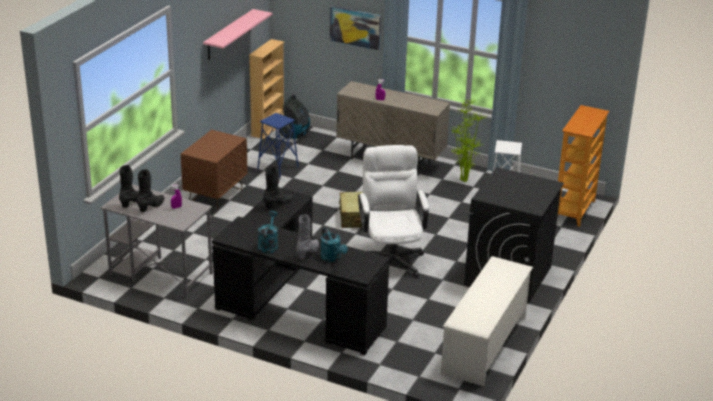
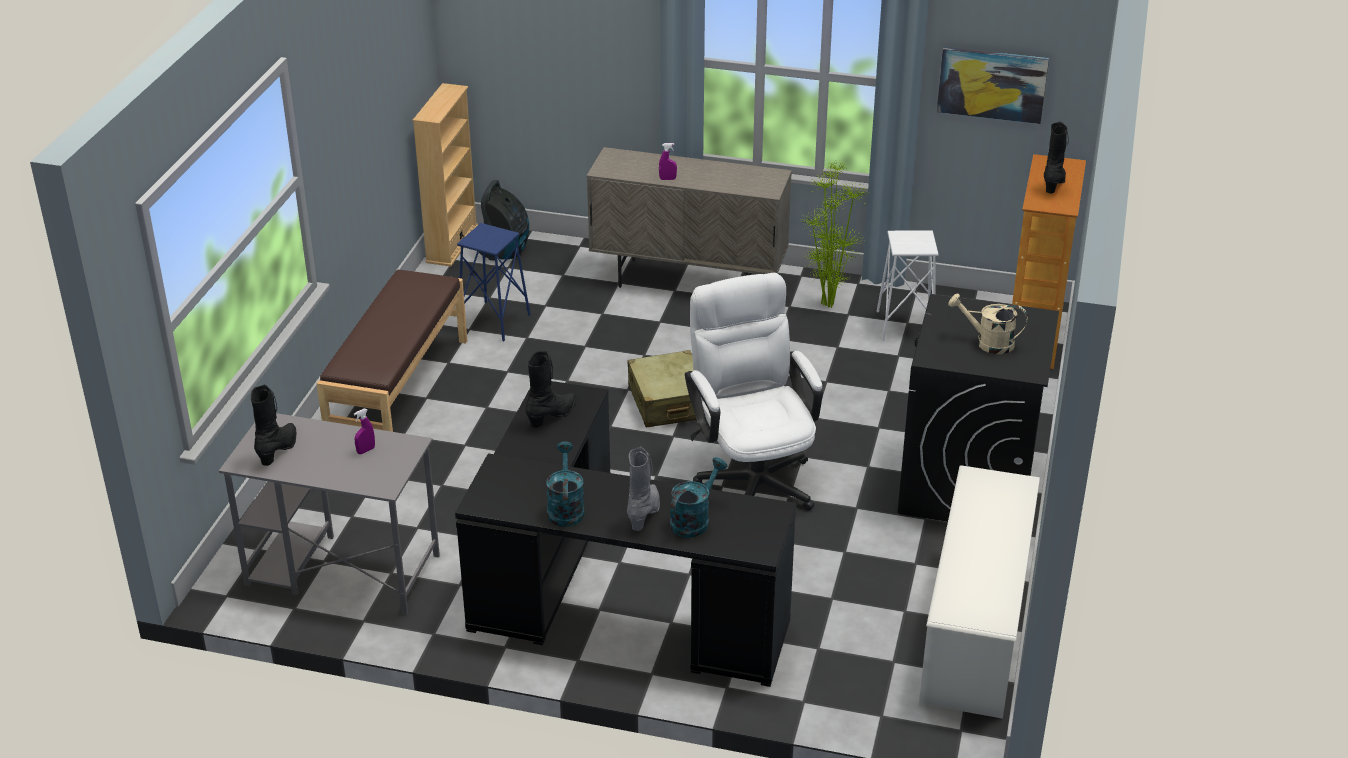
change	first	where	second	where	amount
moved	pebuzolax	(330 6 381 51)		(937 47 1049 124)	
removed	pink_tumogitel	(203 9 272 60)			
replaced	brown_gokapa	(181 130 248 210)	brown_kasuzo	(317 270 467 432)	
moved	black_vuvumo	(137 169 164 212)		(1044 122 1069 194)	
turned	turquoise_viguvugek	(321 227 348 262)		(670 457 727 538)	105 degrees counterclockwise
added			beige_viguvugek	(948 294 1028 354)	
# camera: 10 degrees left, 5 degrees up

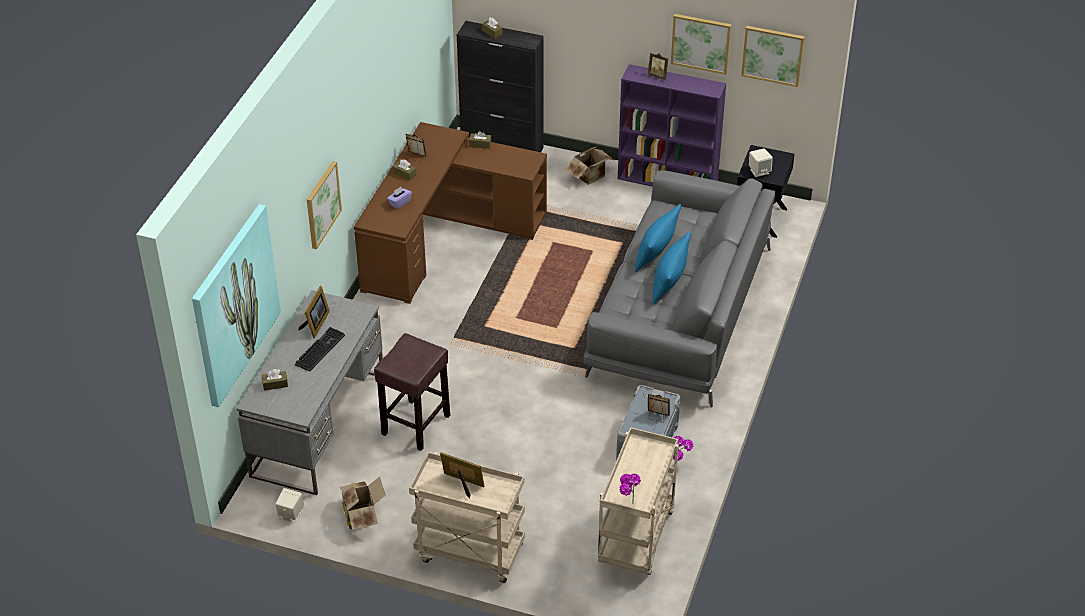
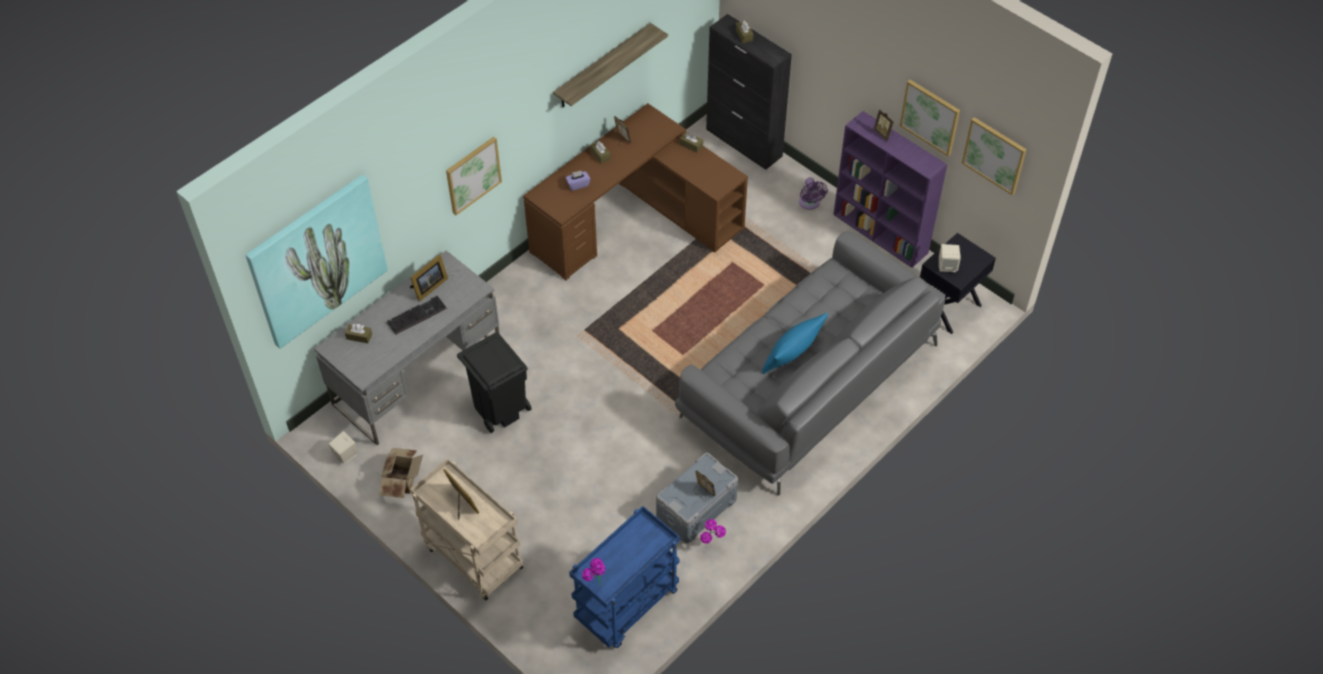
change	first	where	second	where	amount
replaced	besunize	(565 146 614 185)	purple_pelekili	(799 177 828 210)	
removed	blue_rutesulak	(635 204 681 272)			
replaced	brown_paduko	(374 333 450 451)	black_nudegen	(457 332 532 433)	
recoloured	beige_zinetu	(598 427 679 575)	blue_zinetu	(569 506 680 648)	
added			tumogitel	(553 23 668 107)	
# camera: 25 degrees right, 10 degrees up

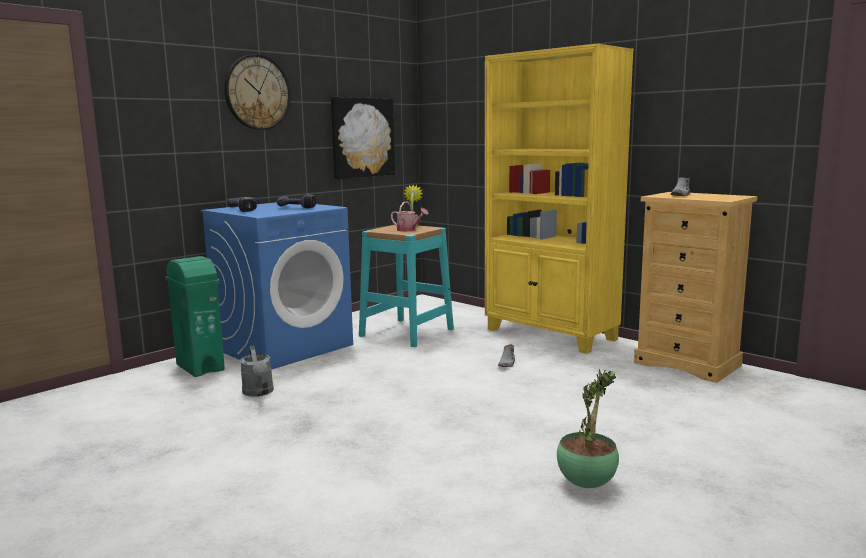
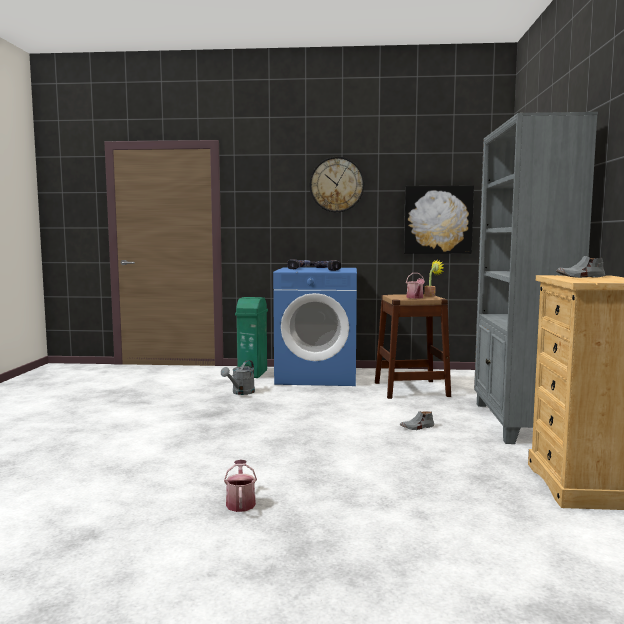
change	first	where	second	where	amount
recoloured	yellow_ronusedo	(485 44 634 354)	grey_ronusedo	(474 112 598 444)	
recoloured	turquoise_paduko	(359 225 454 347)	brown_paduko	(375 294 451 399)	
replaced	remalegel	(557 368 619 488)	viguvugek	(224 460 257 512)	
# camera: 50 degrees right, 5 degrees down

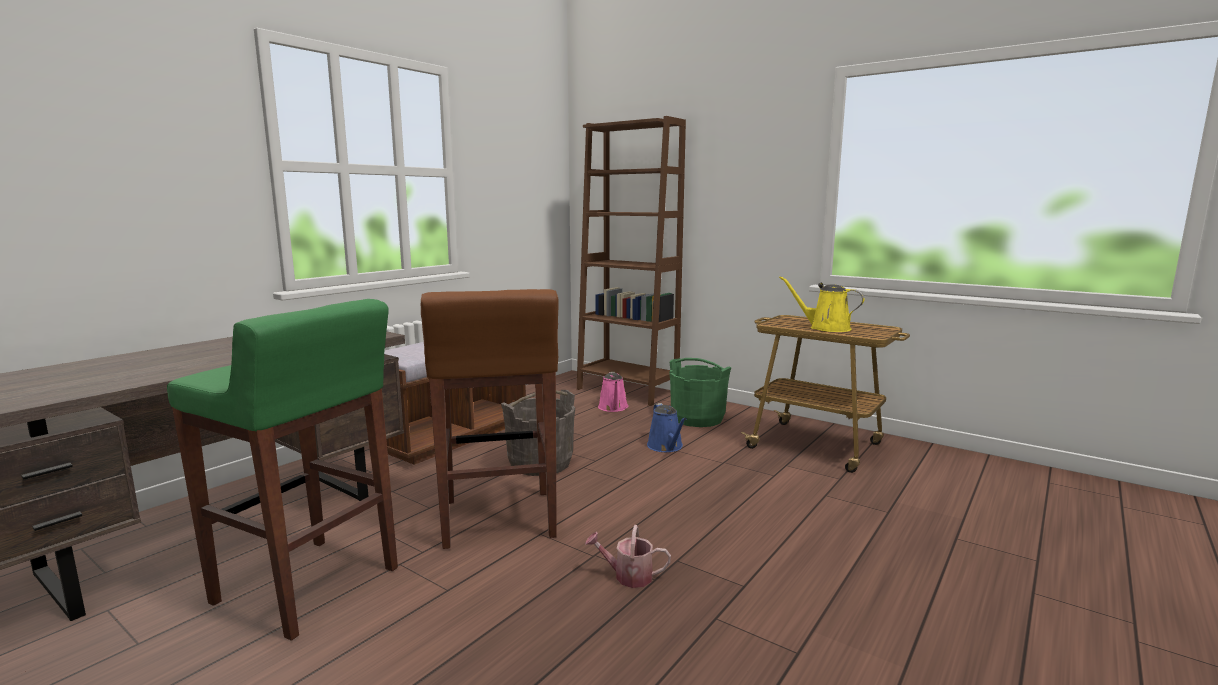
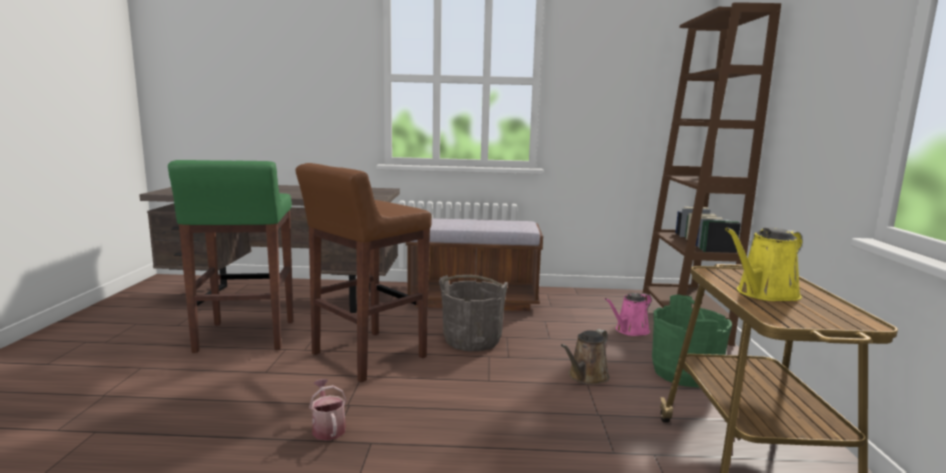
change	first	where	second	where	amount
turned	yellow_viguvugek	(779 276 865 332)		(725 228 803 301)	120 degrees counterclockwise
recoloured	blue_viguvugek	(647 403 686 452)	brown_viguvugek	(561 329 610 385)	
# camera: 55 degrees right, 0 degrees up

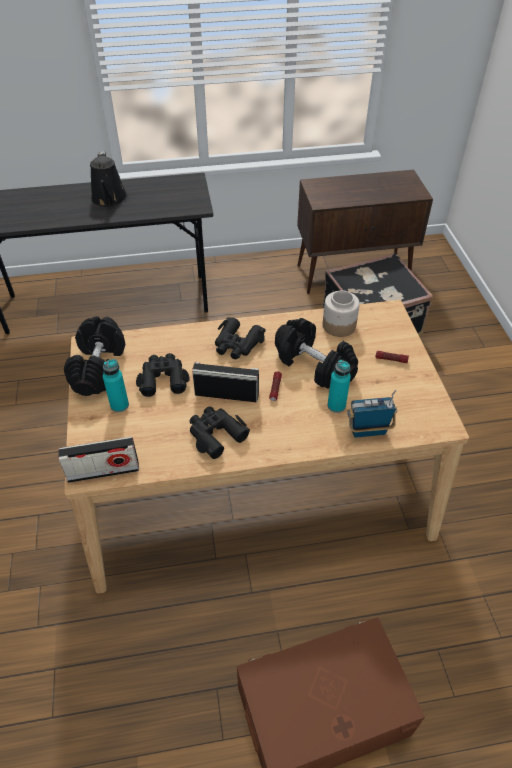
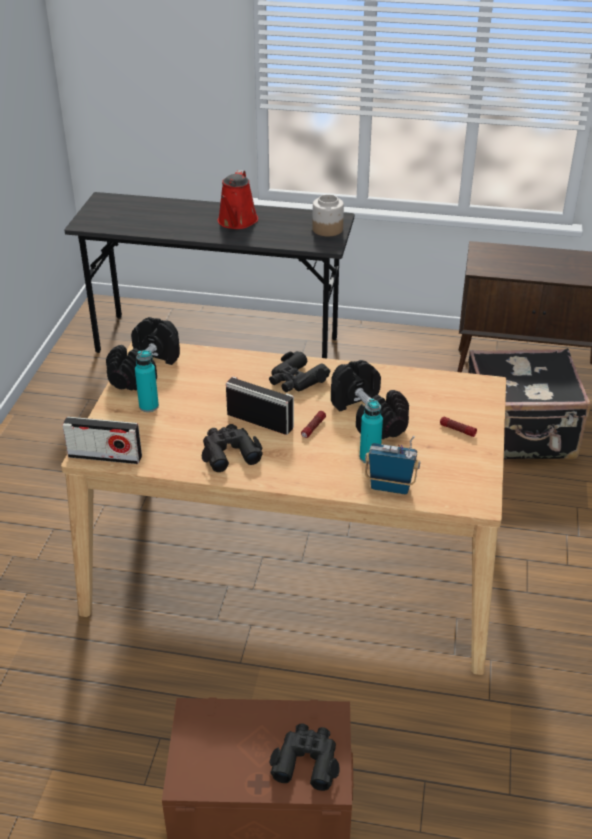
change	first	where	second	where	amount
recoloured	black_viguvugek	(90 151 127 207)	red_viguvugek	(218 170 258 229)	
moved	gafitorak	(323 290 360 337)		(312 194 344 236)	
moved	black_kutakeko	(136 353 190 397)		(270 723 340 791)	
# camera: 20 degrees right, 10 degrees down

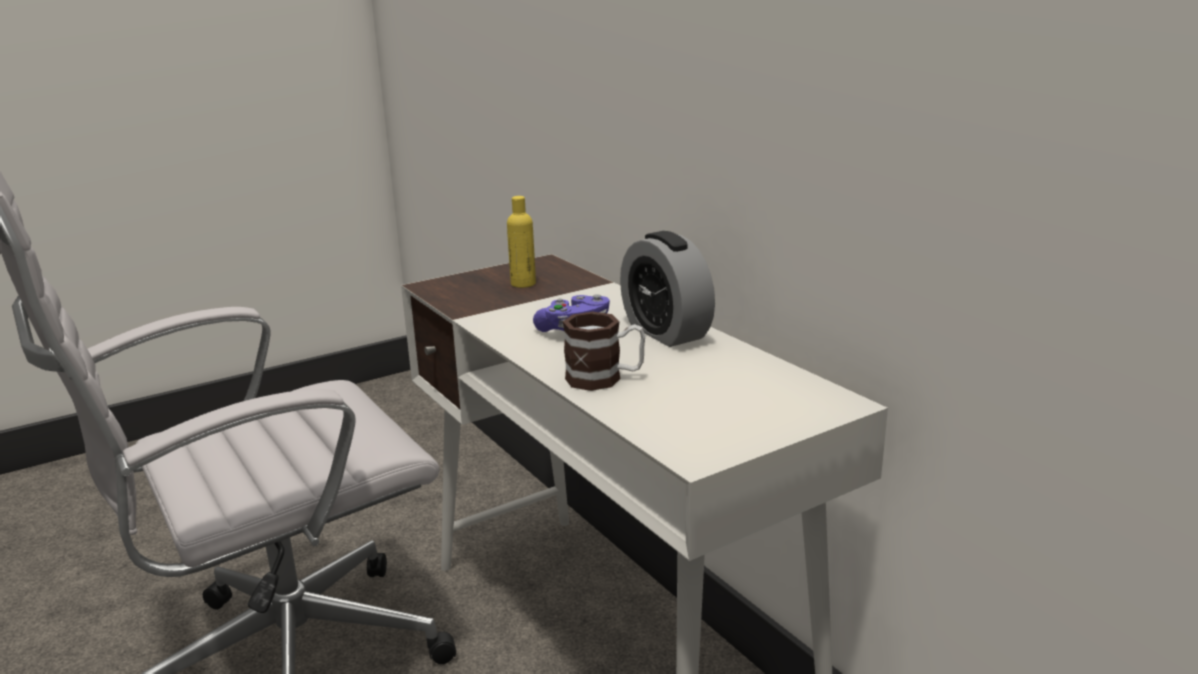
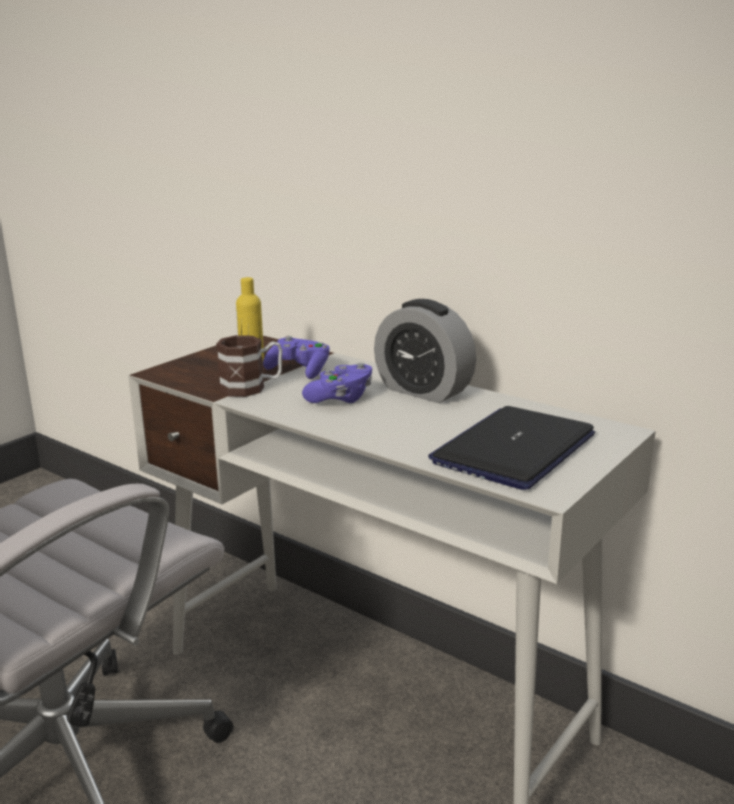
change	first	where	second	where	amount
moved	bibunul	(563 312 645 391)		(216 335 282 397)	
added			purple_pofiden	(263 336 330 379)	
added			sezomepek	(428 406 595 490)	
# camera: 20 degrees left, 0 degrees up

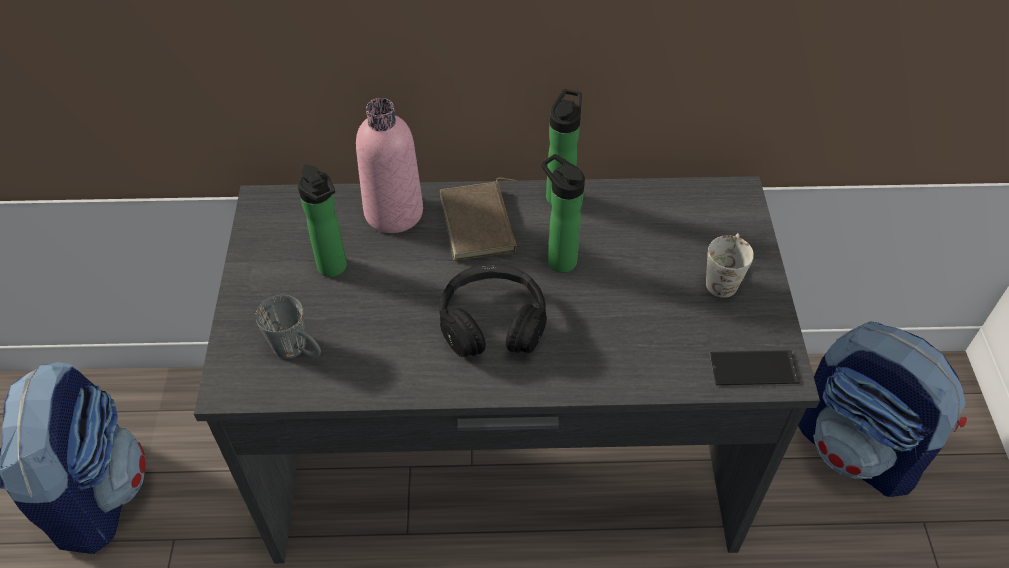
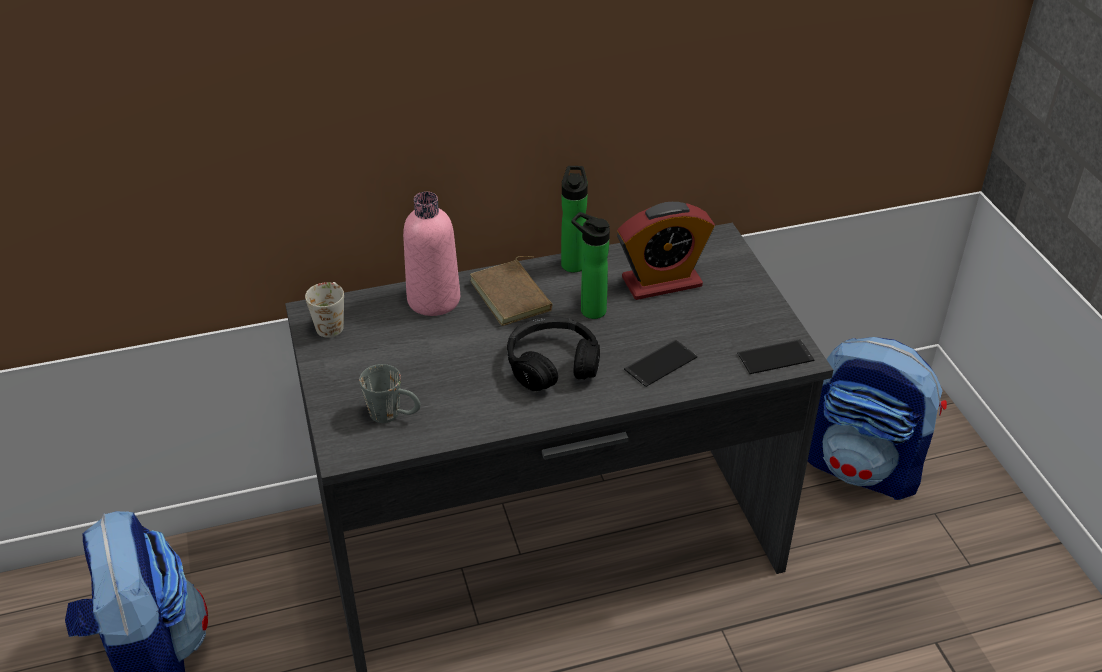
change	first	where	second	where	amount
removed	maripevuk	(297 164 347 277)			
moved	white_bibunul	(706 233 754 298)		(305 282 344 338)	
added			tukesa	(617 202 715 300)	
added			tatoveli	(624 340 698 387)	
# camera: 15 degrees left, 10 degrees down

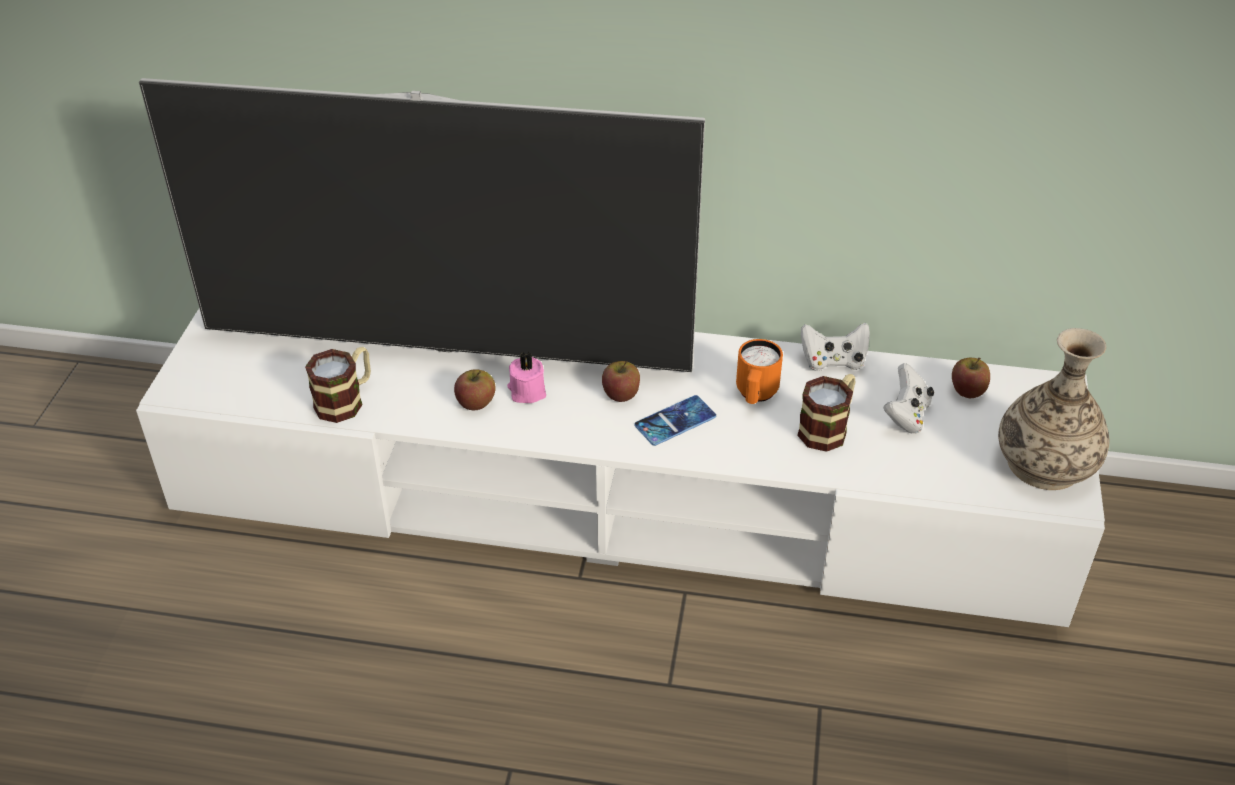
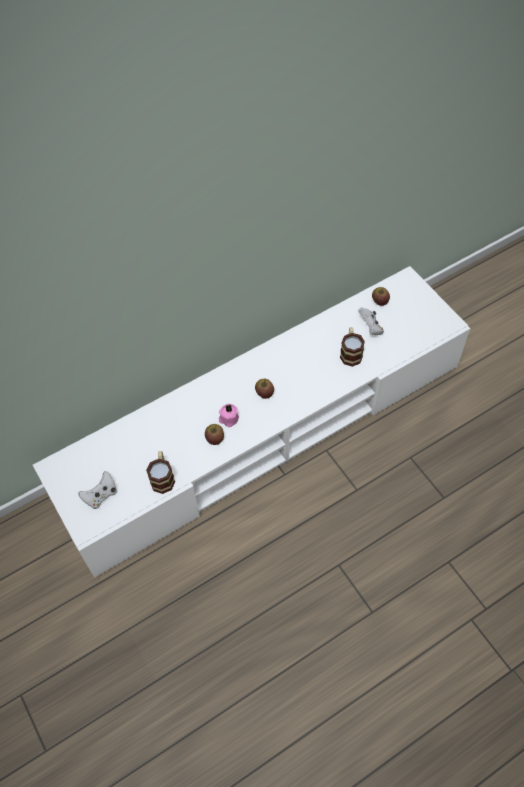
change	first	where	second	where	amount
removed	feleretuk	(139 78 705 372)			
moved	white_pofiden	(801 323 870 371)		(78 471 117 509)	
removed	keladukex	(998 328 1110 490)			
removed	orange_bibunul	(736 339 783 404)			
removed	tatoveli	(634 395 716 446)			
# camera: 40 degrees left, 15 degrees up

